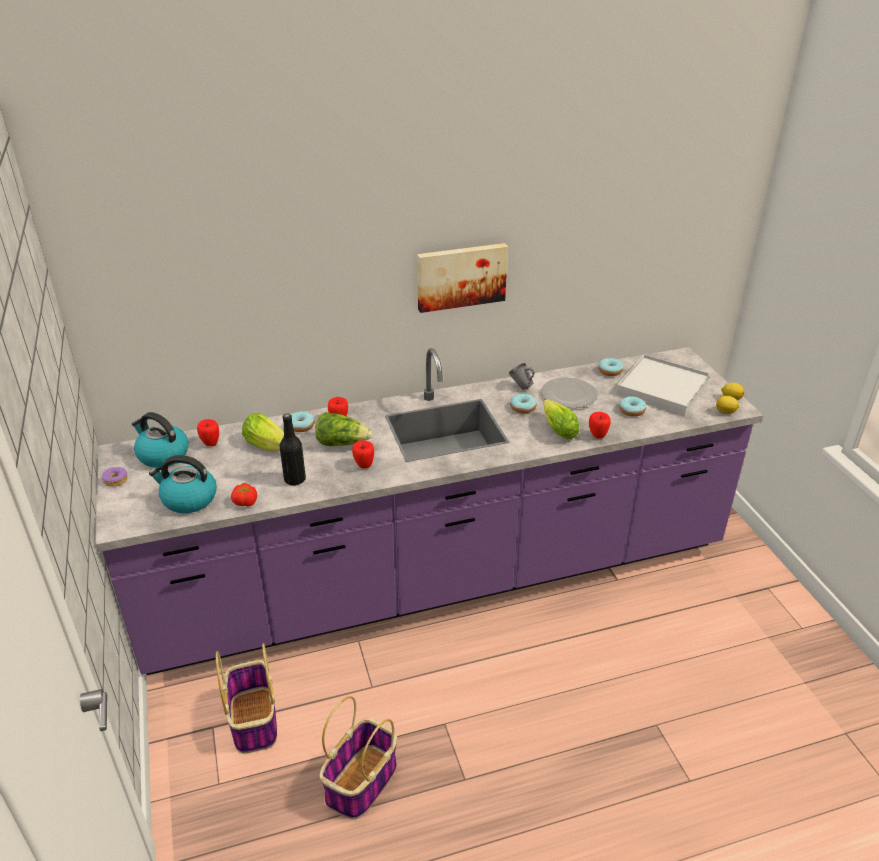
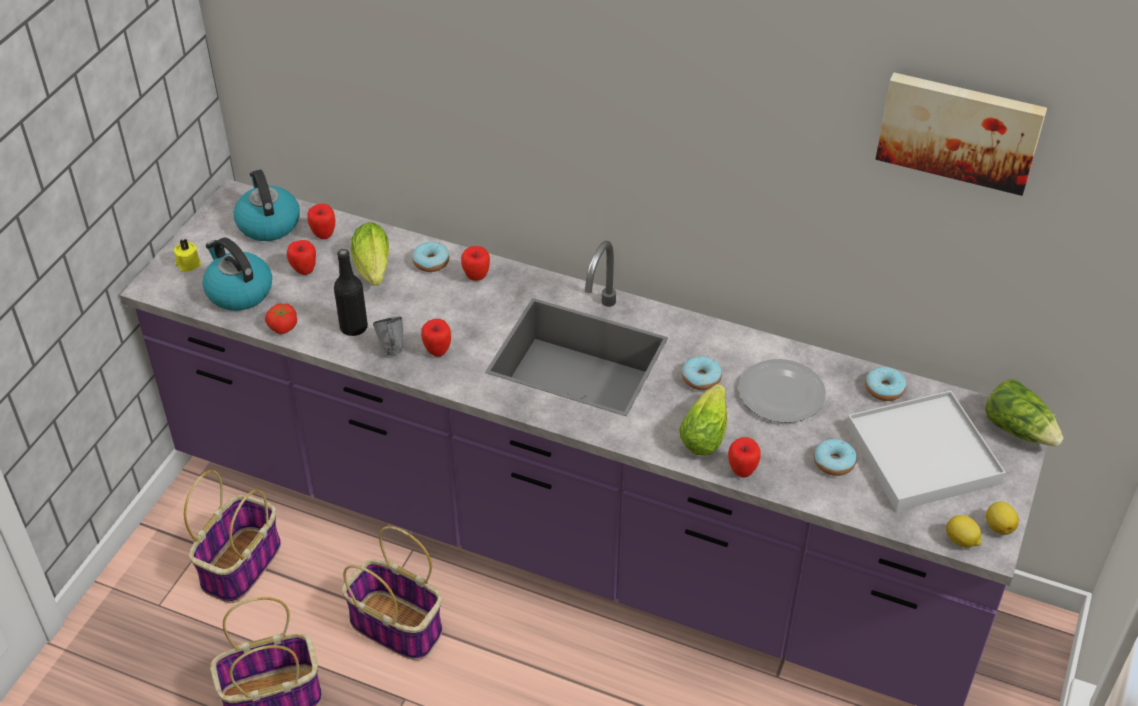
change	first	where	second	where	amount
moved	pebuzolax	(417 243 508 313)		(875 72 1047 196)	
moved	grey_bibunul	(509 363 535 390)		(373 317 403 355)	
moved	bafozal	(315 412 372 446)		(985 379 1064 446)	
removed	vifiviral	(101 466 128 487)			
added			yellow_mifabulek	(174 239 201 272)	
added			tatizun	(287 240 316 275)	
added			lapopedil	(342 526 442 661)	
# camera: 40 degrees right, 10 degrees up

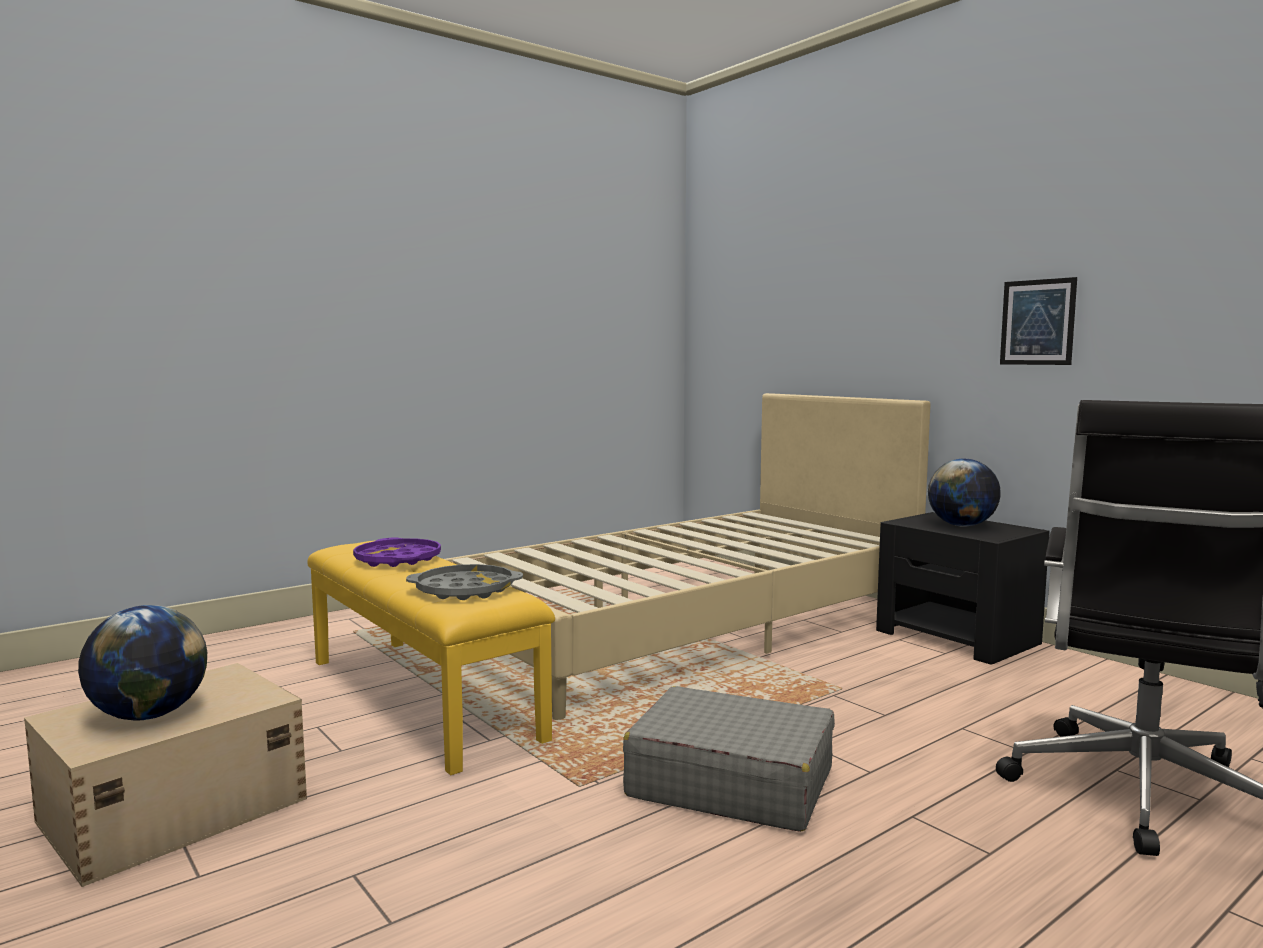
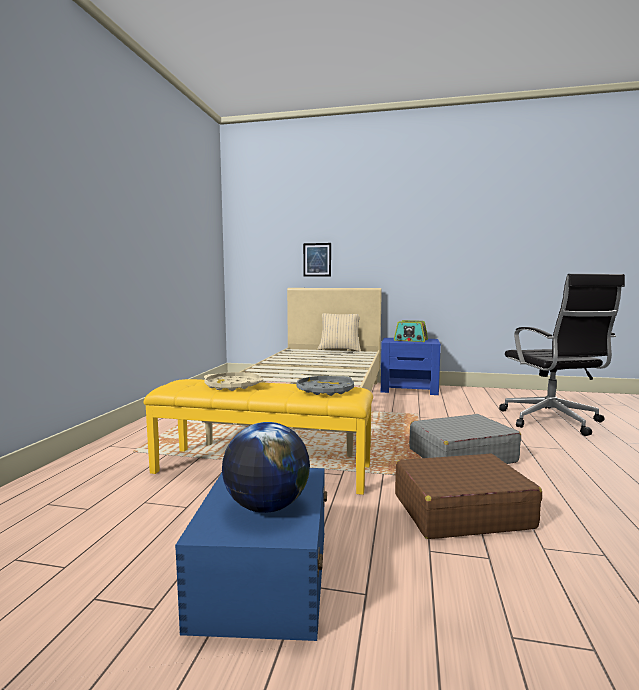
change	first	where	second	where	amount
moved	pebuzolax	(1000 277 1077 365)		(303 243 331 277)	
replaced	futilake	(928 459 1001 527)	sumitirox	(394 320 428 342)	
recoloured	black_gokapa	(876 512 1050 665)	blue_gokapa	(381 338 441 395)	
recoloured	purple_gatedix	(353 538 441 567)	beige_gatedix	(204 372 263 391)	
recoloured	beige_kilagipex	(24 663 307 887)	blue_kilagipex	(175 468 327 641)	
added			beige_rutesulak	(318 313 361 352)	
added			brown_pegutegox	(395 454 542 539)	
# camera: 40 degrees left, 0 degrees up

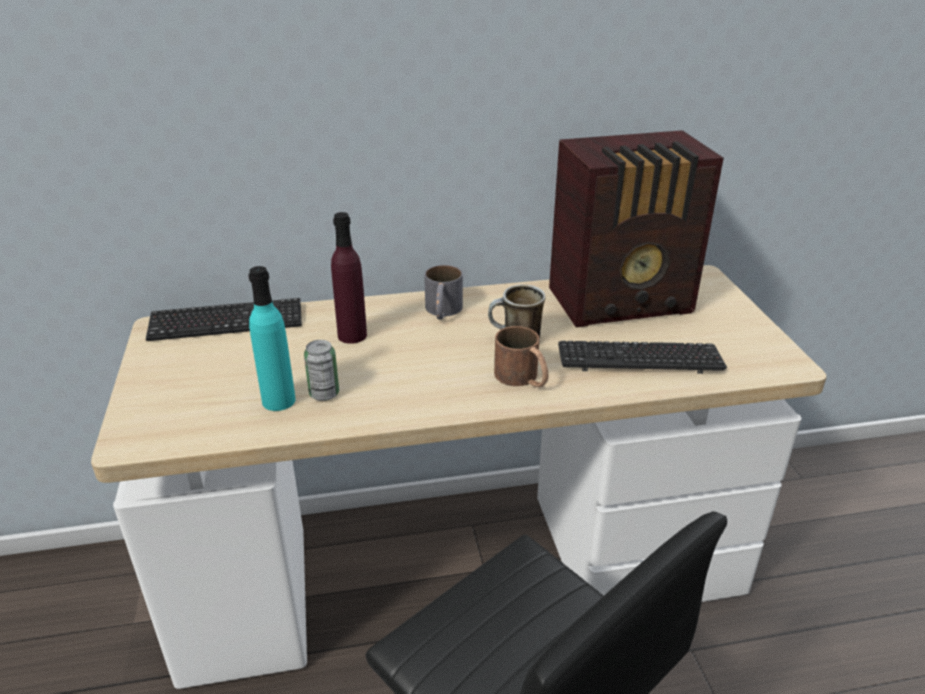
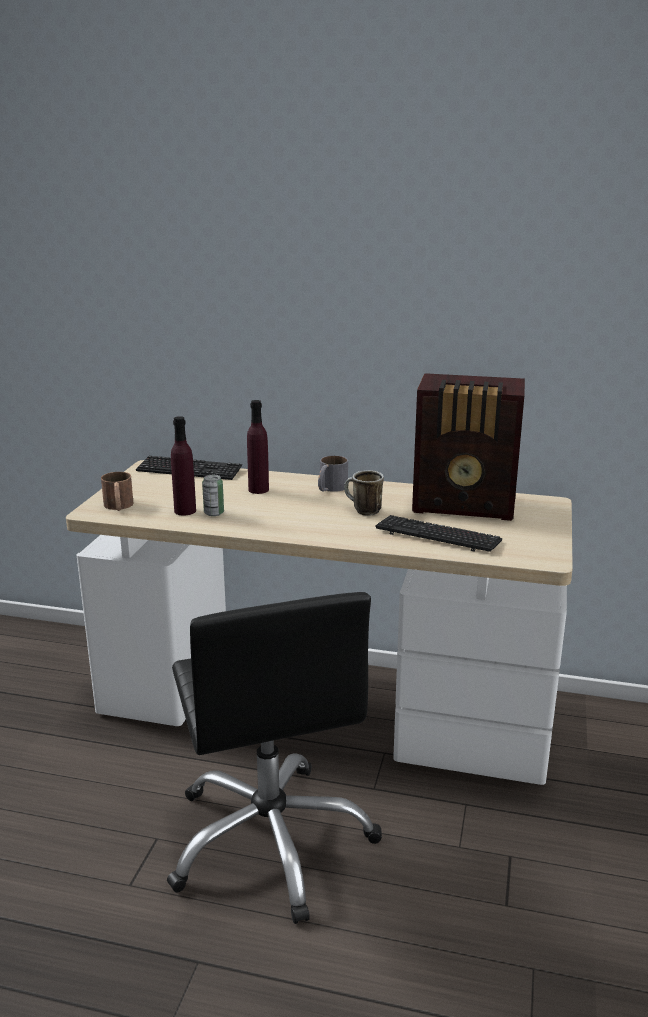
change	first	where	second	where	amount
recoloured	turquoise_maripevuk	(249 266 296 411)	purple_maripevuk	(171 416 196 516)	
moved	brown_bibunul	(494 326 548 387)		(101 472 134 511)	
# camera: 25 degrees right, 10 degrees down

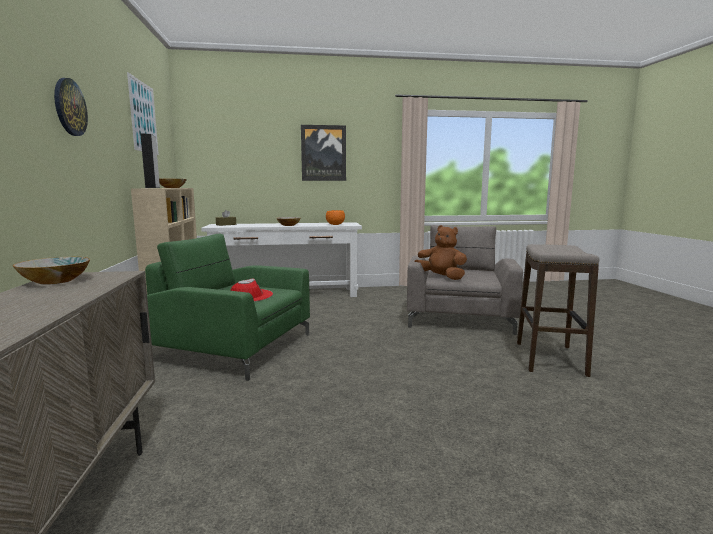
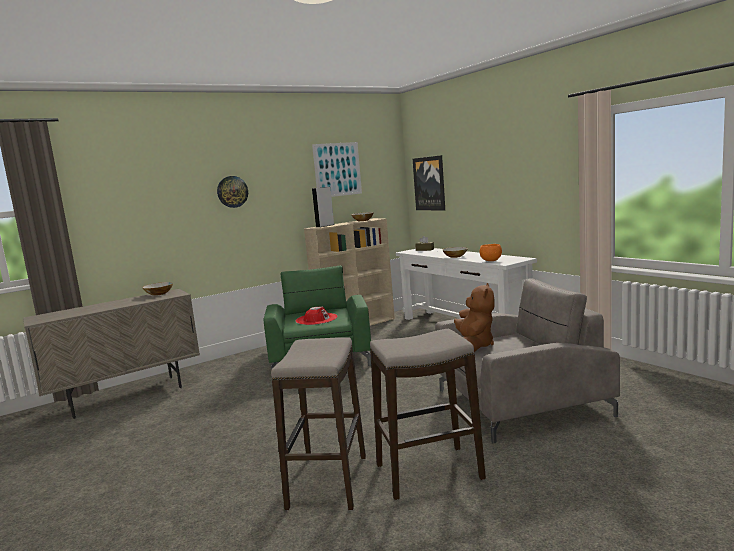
change	first	where	second	where	amount
moved	pebuzolax	(301 125 346 181)		(413 155 445 211)	
added			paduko	(271 337 366 510)	
# camera: 65 degrees right, 0 degrees up

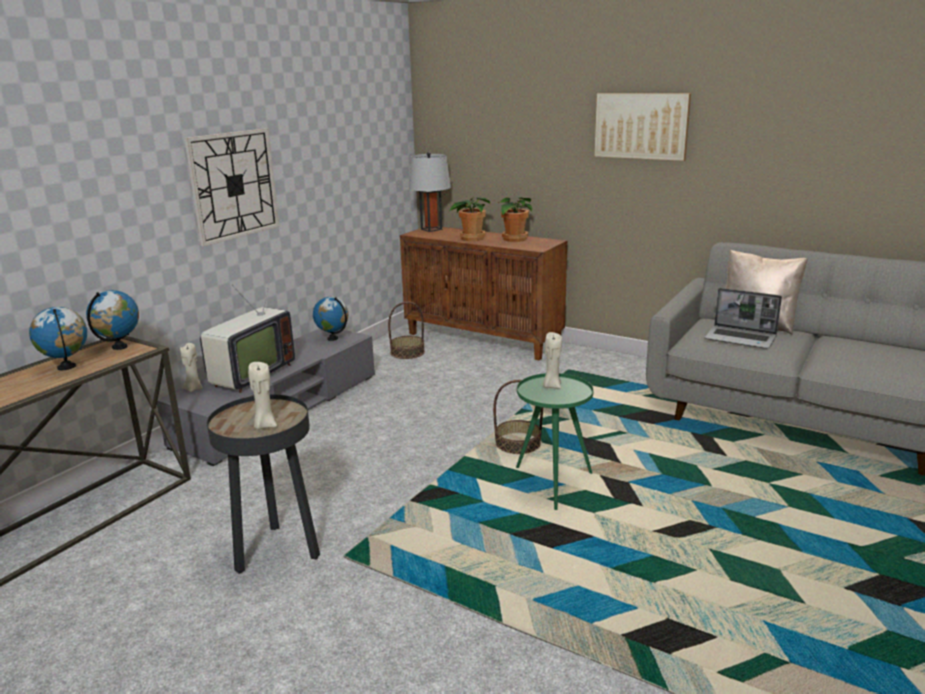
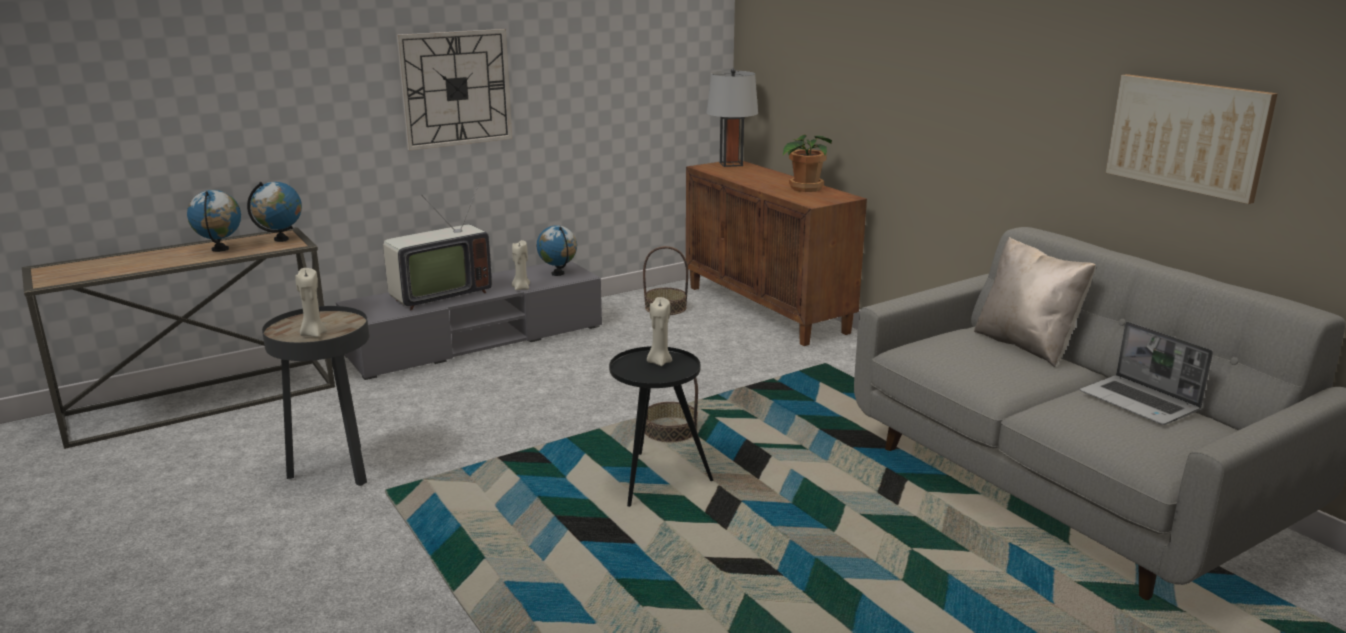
change	first	where	second	where	amount
moved	pebuzolax	(594 93 691 161)		(1106 74 1278 204)	
removed	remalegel	(449 197 490 241)			
moved	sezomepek	(705 288 782 349)		(1080 322 1213 425)	
moved	beige_mifabulek	(180 343 203 392)		(512 240 530 290)	
recoloured	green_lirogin	(516 373 594 510)	black_lirogin	(609 346 713 507)	
# camera: 25 degrees right, 0 degrees up

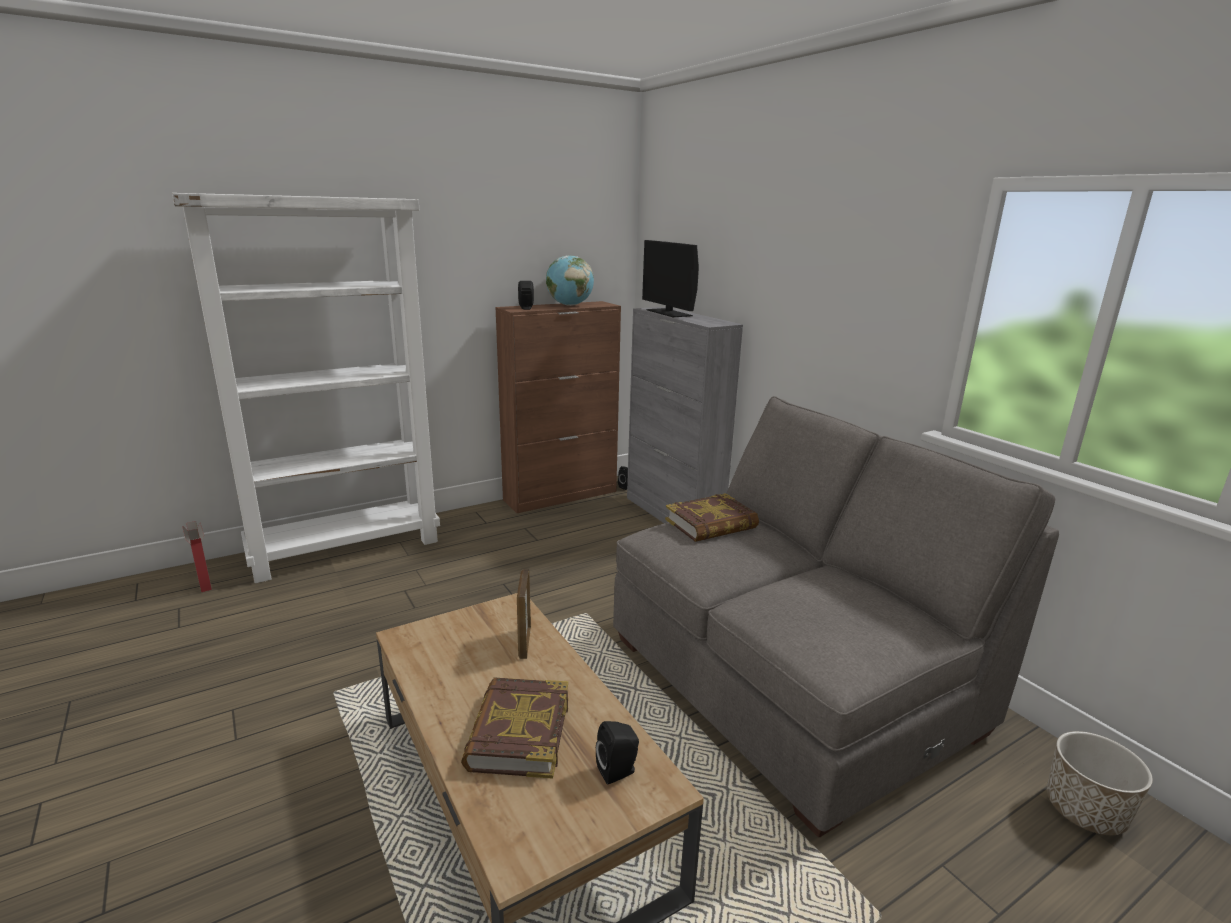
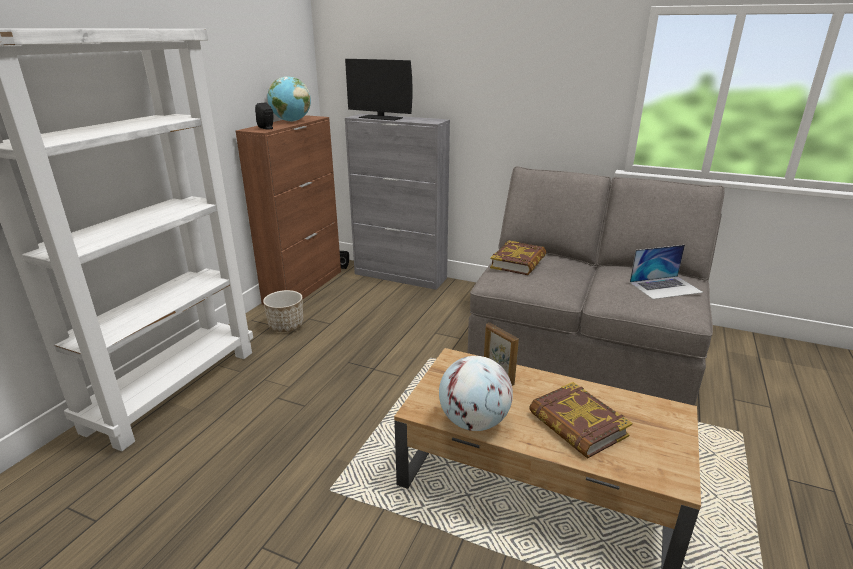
change	first	where	second	where	amount
removed	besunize	(182 521 212 592)			
removed	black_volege	(596 721 639 785)			
moved	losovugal	(1047 731 1153 835)		(263 290 303 332)	
added			sezomepek	(630 245 703 299)	
added			futilake	(439 356 513 431)	
# camera: 35 degrees left, 5 degrees up

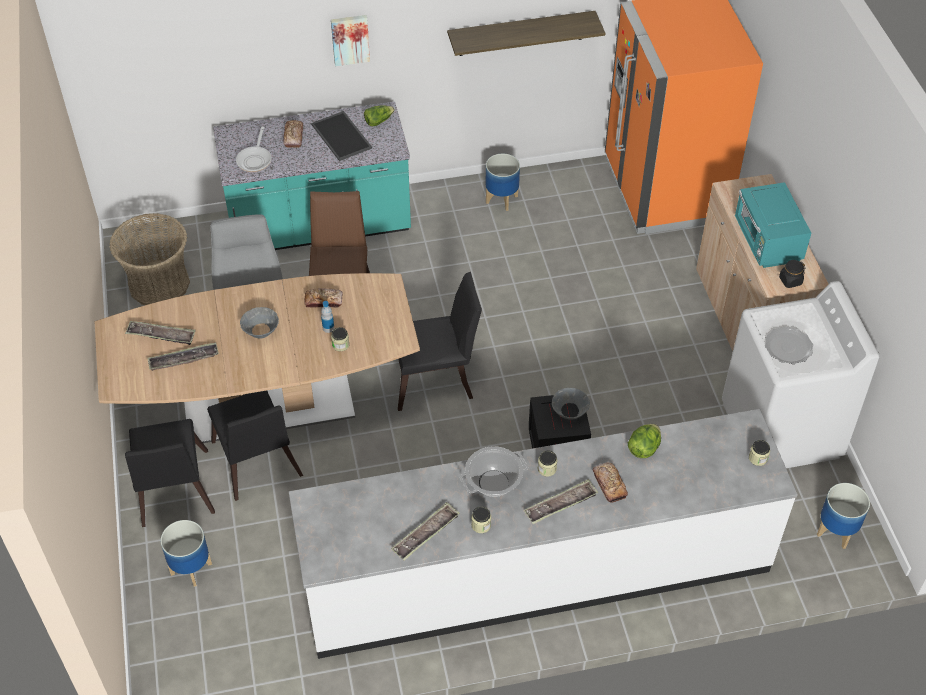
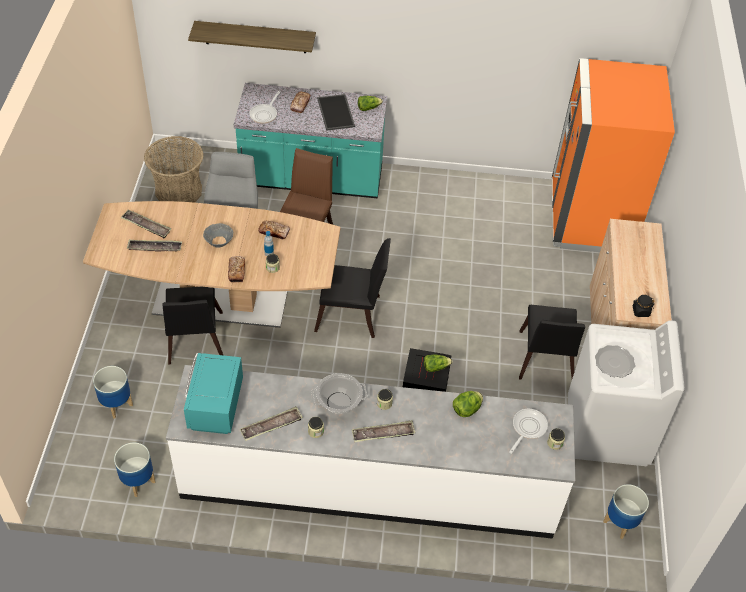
change	first	where	second	where	amount
moved	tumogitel	(447 11 605 56)		(188 21 316 53)	
removed	pebuzolax	(331 15 370 66)			
moved	losovugal	(485 153 520 211)		(114 442 155 497)	
moved	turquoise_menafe	(735 182 811 268)		(184 353 243 434)	
replaced	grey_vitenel	(552 388 590 419)	bafozal	(424 354 453 372)	
moved	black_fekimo	(125 419 215 527)		(519 304 585 379)	
moved	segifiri	(592 462 628 503)		(228 256 245 283)	
added			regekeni	(509 409 548 454)	
# camera: 15 degrees right, 0 degrees up

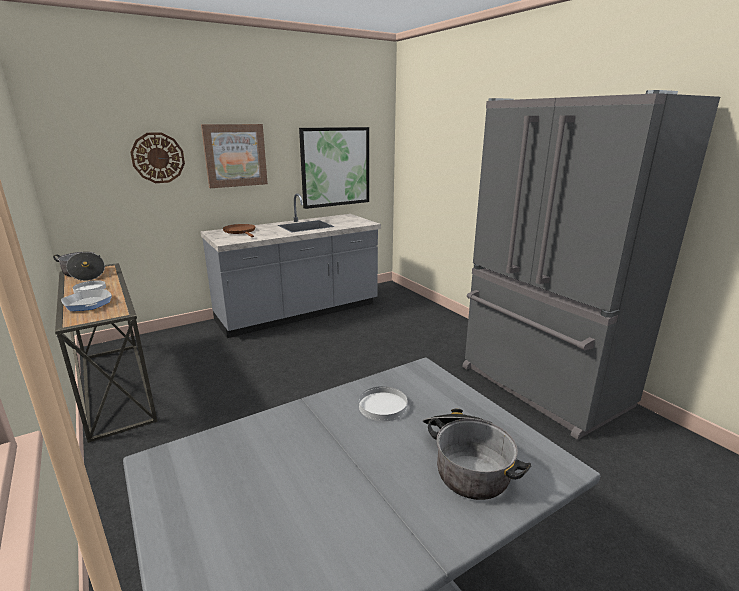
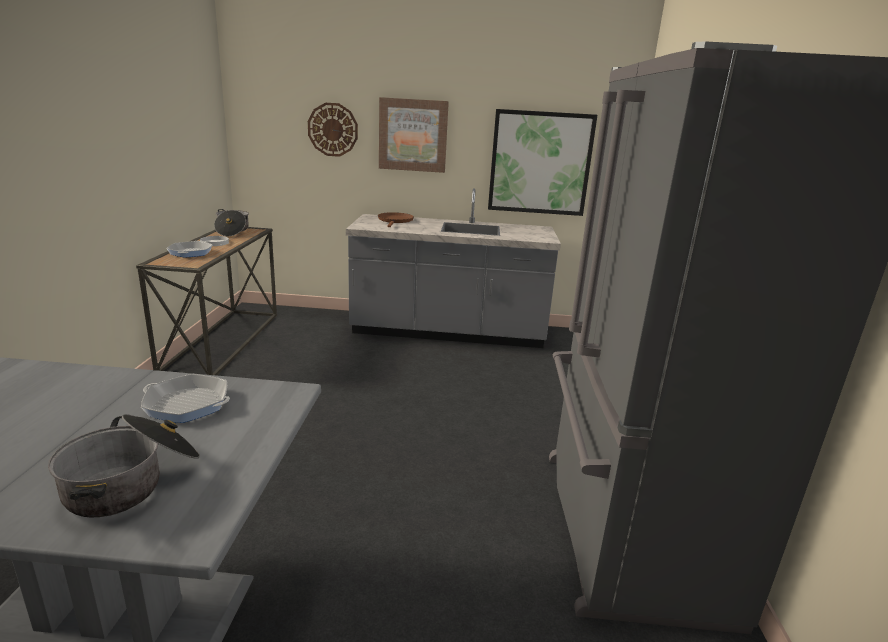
change	first	where	second	where	amount
replaced	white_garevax	(359 386 408 421)	regekeni	(141 374 230 423)	
# camera: 35 degrees right, 0 degrees up

